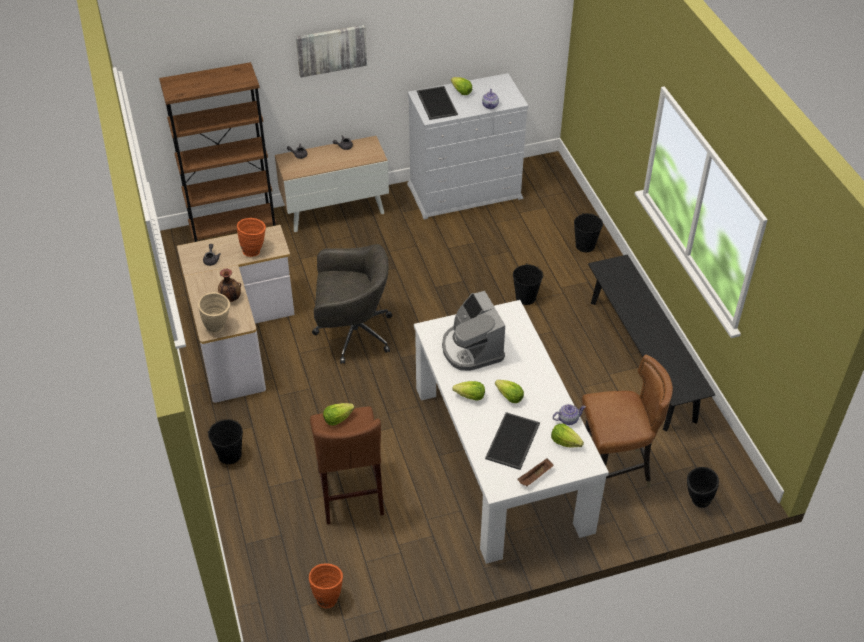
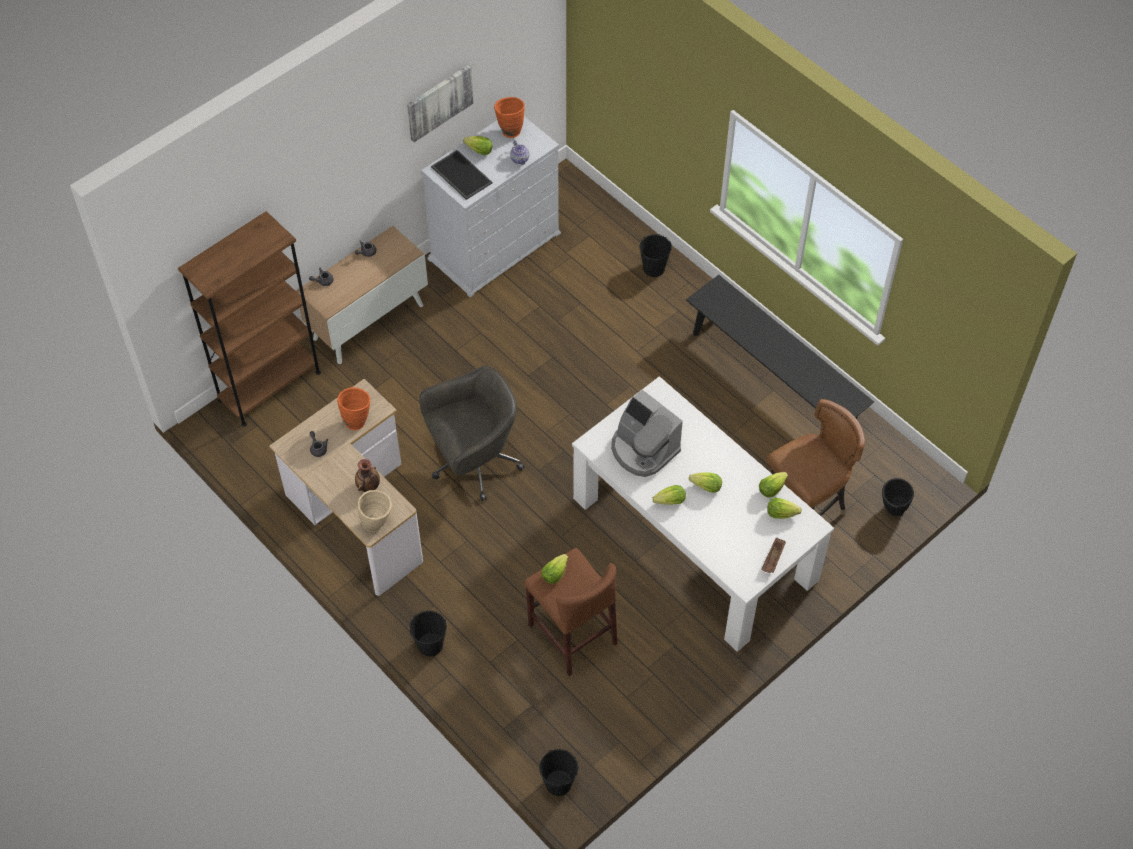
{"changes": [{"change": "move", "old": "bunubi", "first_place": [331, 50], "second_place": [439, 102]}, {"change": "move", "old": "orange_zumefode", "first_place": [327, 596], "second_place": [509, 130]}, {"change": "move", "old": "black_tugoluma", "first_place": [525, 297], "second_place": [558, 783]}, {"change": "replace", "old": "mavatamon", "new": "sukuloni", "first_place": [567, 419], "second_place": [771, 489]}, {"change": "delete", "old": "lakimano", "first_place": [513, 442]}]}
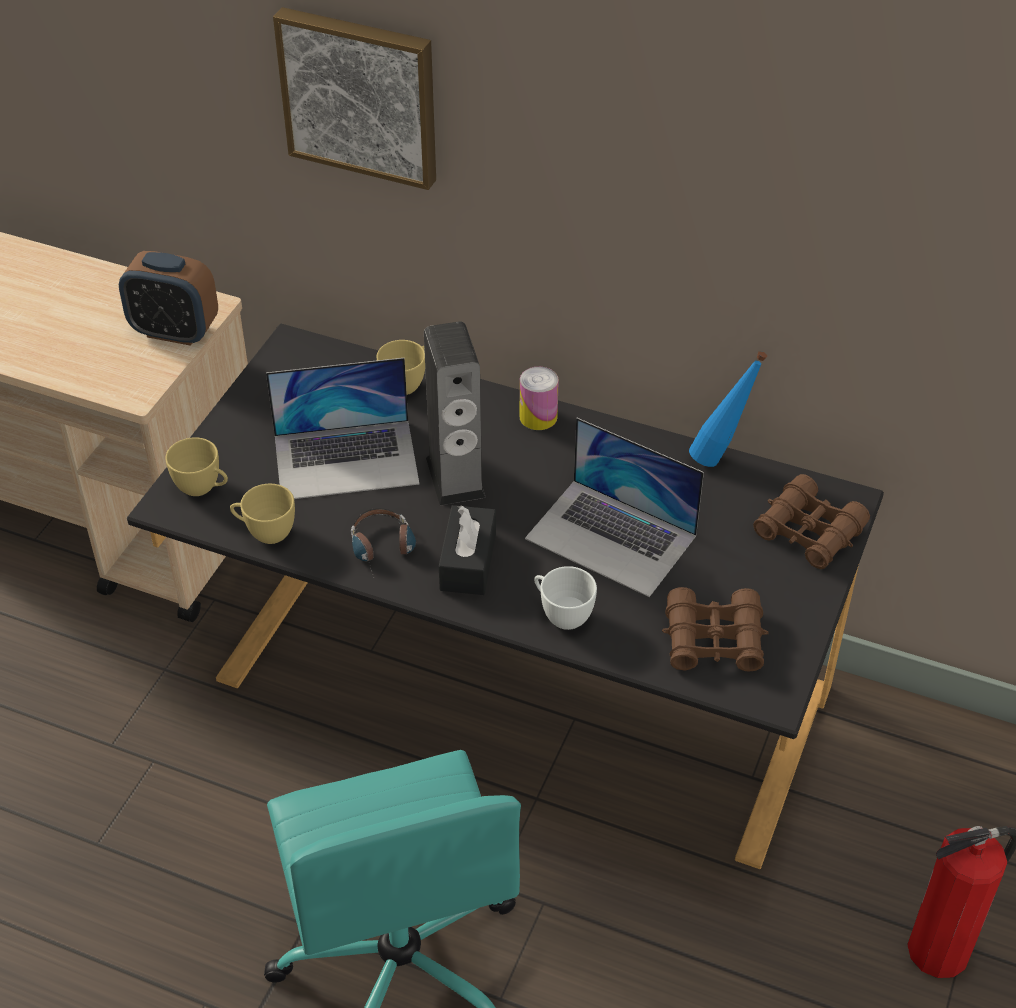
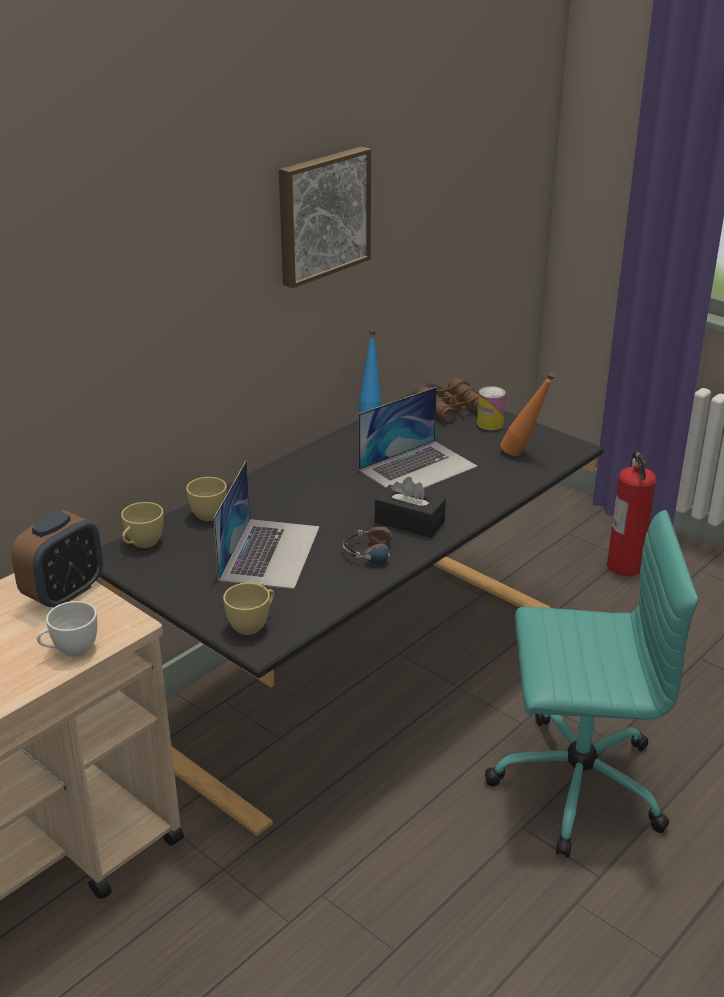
{"changes": [{"change": "move", "old": "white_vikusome", "first_place": [561, 614], "second_place": [70, 650]}, {"change": "move", "old": "yellow_vikusome", "first_place": [265, 532], "second_place": [142, 544]}, {"change": "move", "old": "bunubi", "first_place": [361, 95], "second_place": [322, 215]}, {"change": "move", "old": "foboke", "first_place": [538, 417], "second_place": [490, 424]}, {"change": "replace", "old": "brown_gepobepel", "new": "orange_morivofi", "first_place": [714, 640], "second_place": [523, 454]}, {"change": "delete", "old": "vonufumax", "first_place": [455, 477]}]}
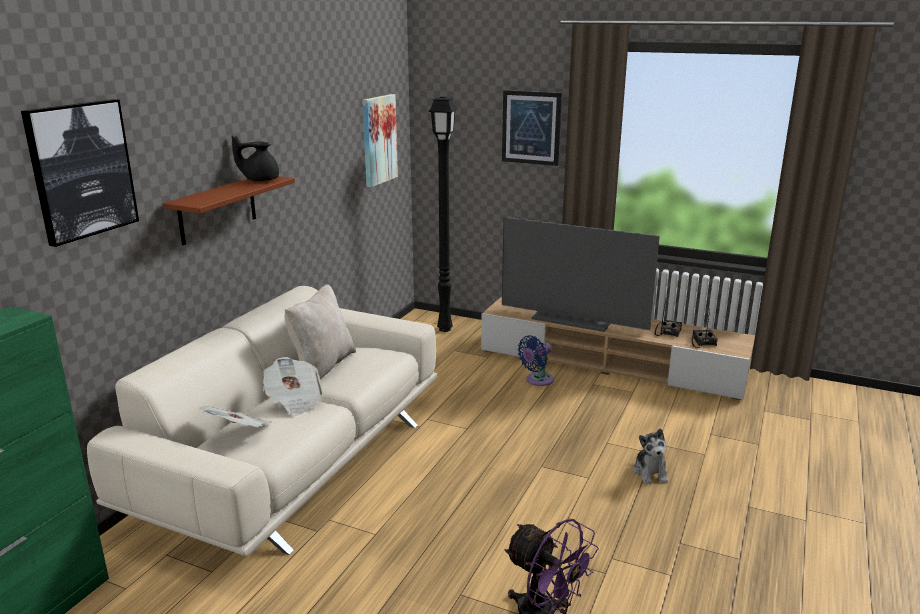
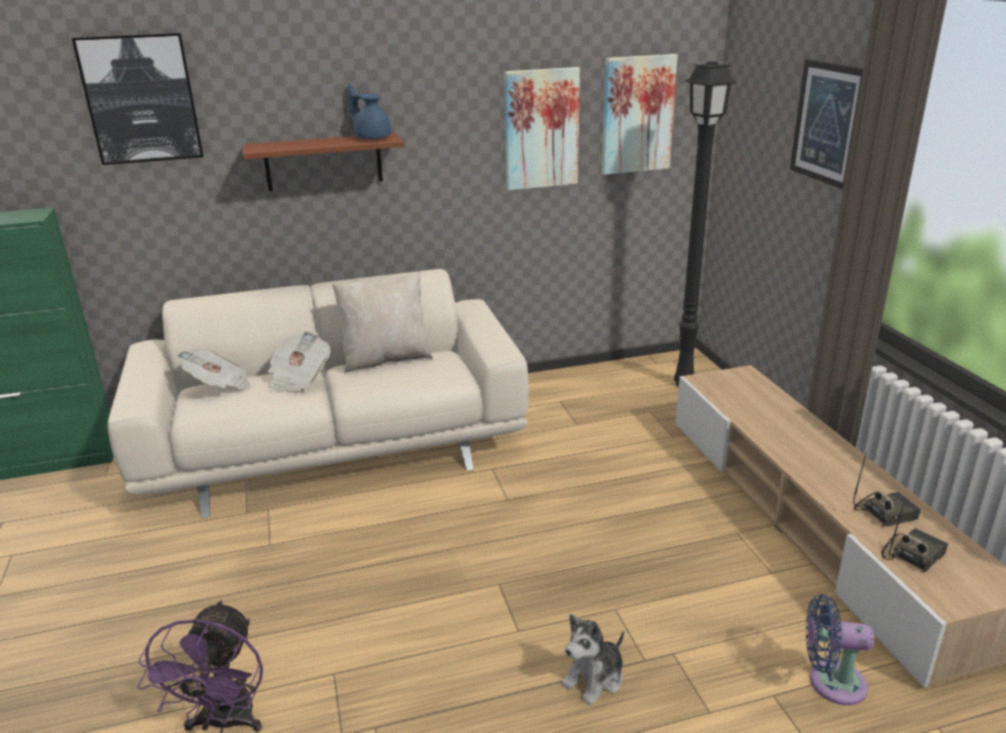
{"changes": [{"change": "recolor", "old": "black_mavatamon", "new": "blue_mavatamon", "first_place": [260, 180], "second_place": [371, 138]}, {"change": "insert", "new": "bunubi", "second_place": [541, 129]}, {"change": "move", "old": "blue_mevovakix", "first_place": [537, 380], "second_place": [831, 682]}, {"change": "delete", "old": "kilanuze", "first_place": [574, 319]}]}
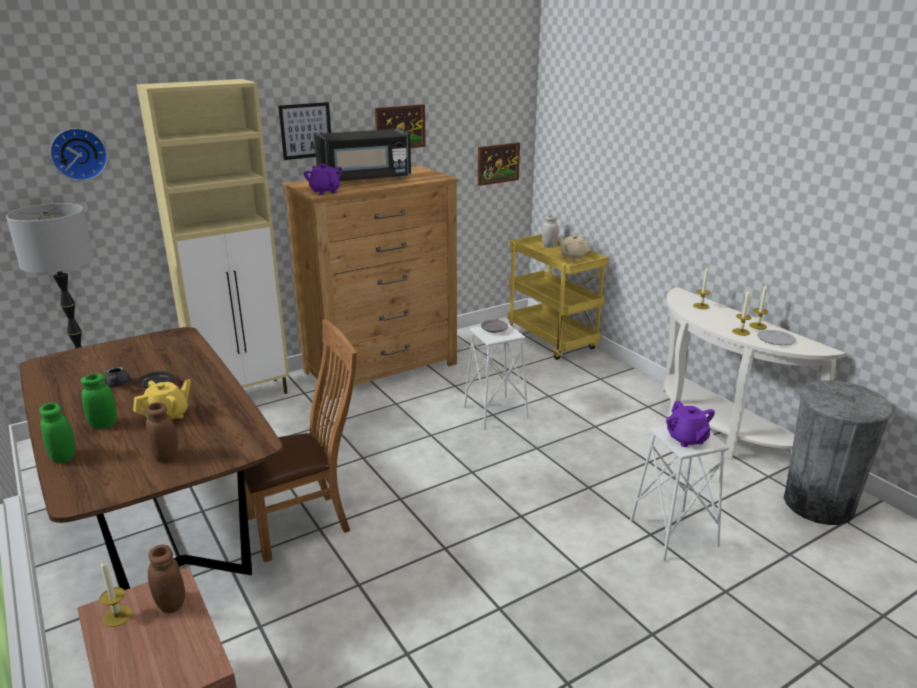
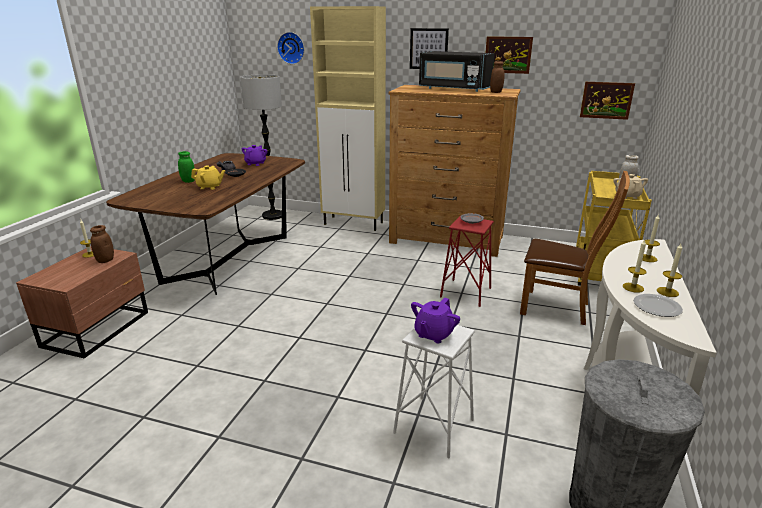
{"changes": [{"change": "move", "old": "purple_mavatamon", "first_place": [325, 191], "second_place": [256, 163]}, {"change": "recolor", "old": "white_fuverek", "new": "red_fuverek", "first_place": [495, 412], "second_place": [465, 292]}, {"change": "move", "old": "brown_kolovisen", "first_place": [166, 456], "second_place": [496, 92]}, {"change": "move", "old": "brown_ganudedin", "first_place": [304, 523], "second_place": [559, 308]}, {"change": "delete", "old": "green_kolovisen", "first_place": [63, 457]}]}
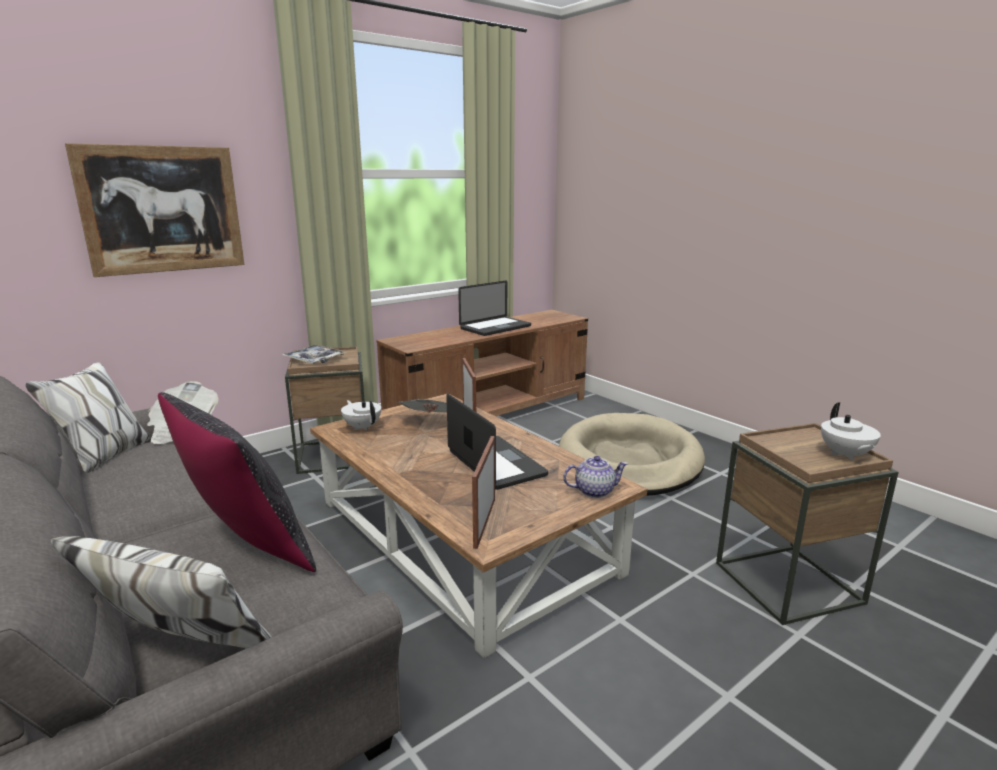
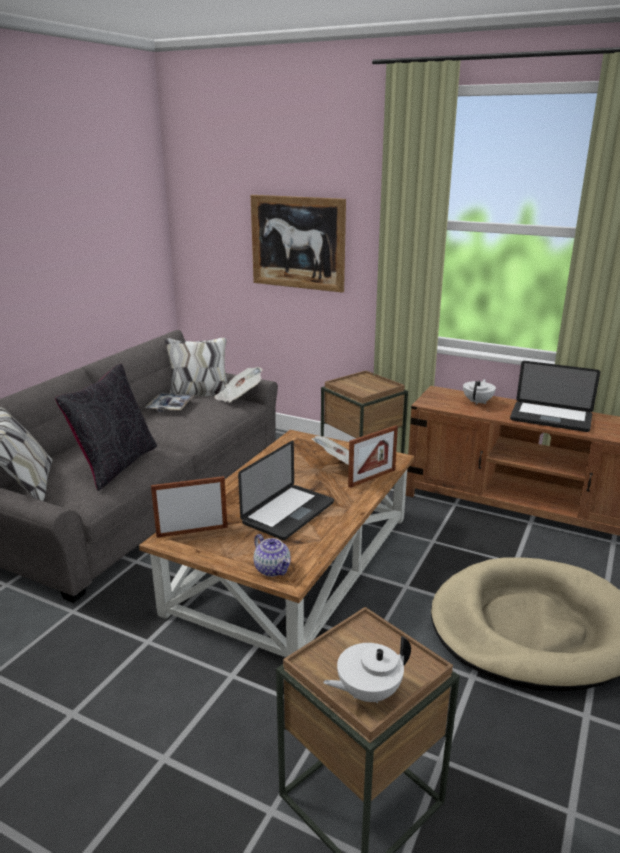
{"changes": [{"change": "move", "old": "lakimano", "first_place": [314, 360], "second_place": [170, 406]}, {"change": "move", "old": "white_mavatamon", "first_place": [362, 427], "second_place": [478, 402]}]}
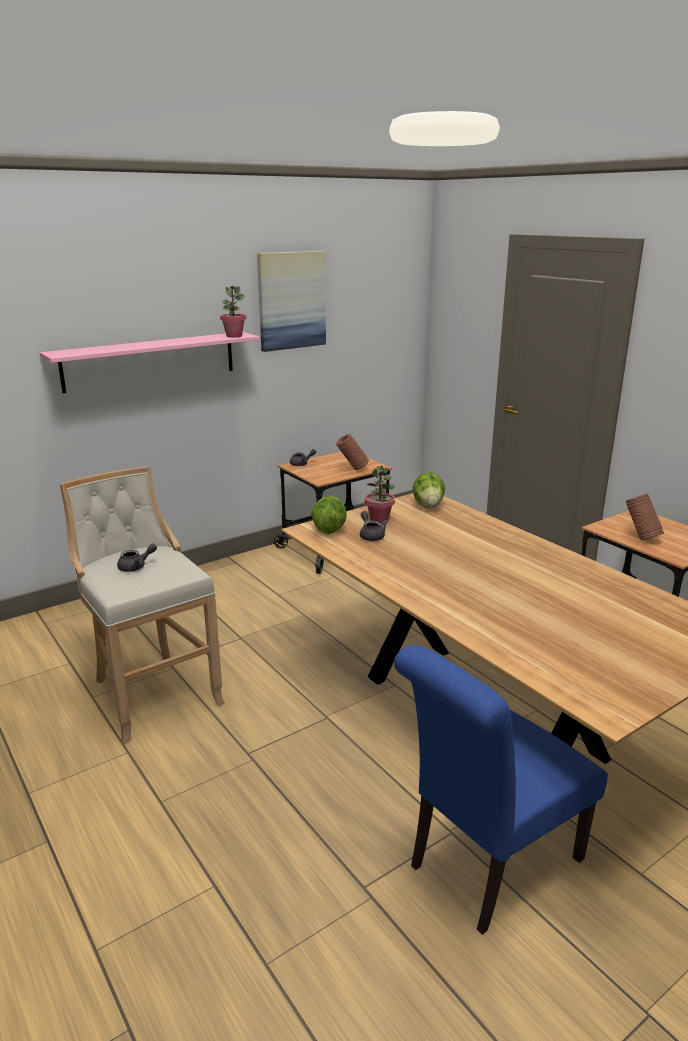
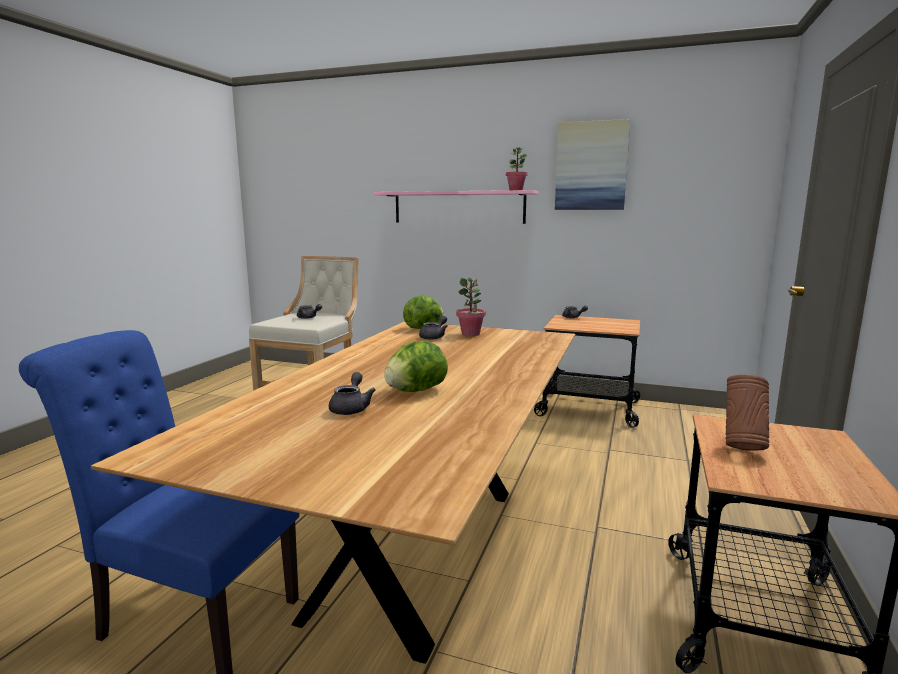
{"changes": [{"change": "insert", "new": "grey_mavatamon", "second_place": [351, 408]}, {"change": "move", "old": "sukuloni", "first_place": [428, 505], "second_place": [415, 391]}, {"change": "delete", "old": "brown_zumefode", "first_place": [352, 469]}]}
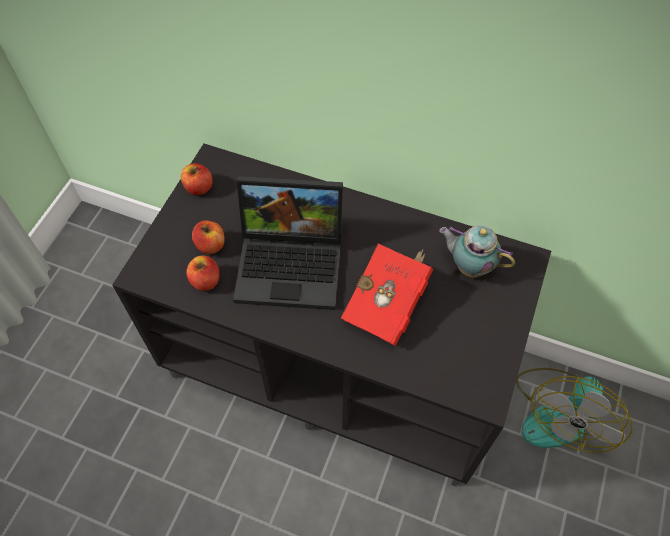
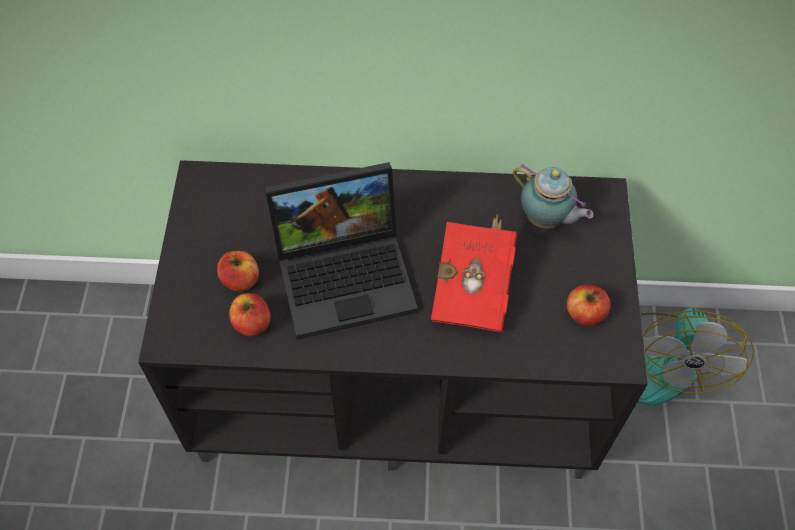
{"changes": [{"change": "rotate", "old": "mavatamon", "first_place": [469, 266], "second_place": [546, 220], "degrees": -150}, {"change": "move", "old": "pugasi", "first_place": [198, 187], "second_place": [584, 314]}]}
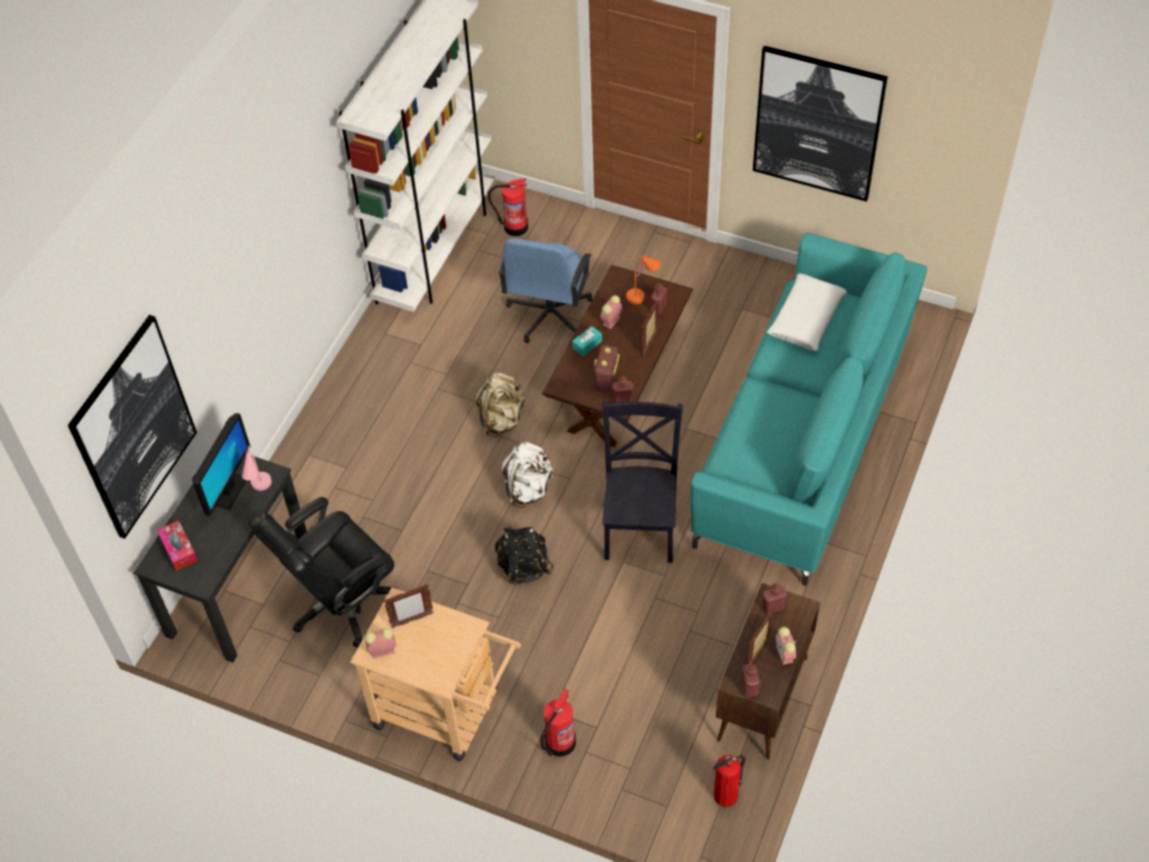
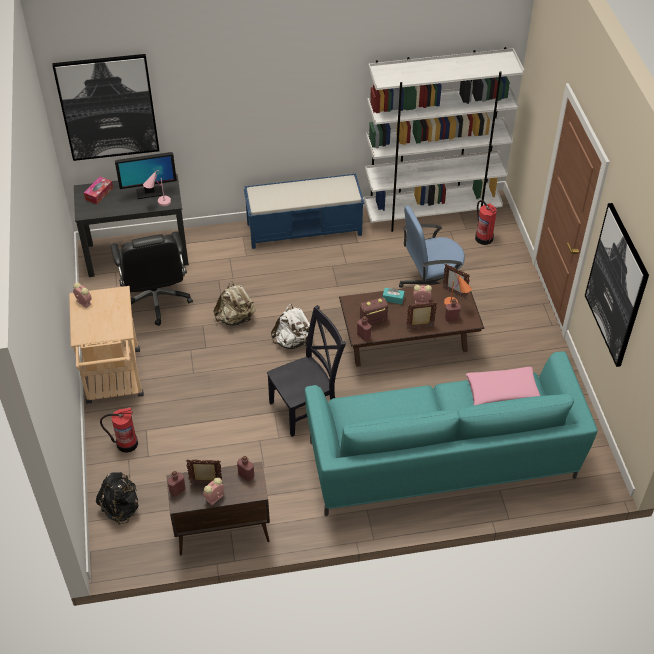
{"changes": [{"change": "move", "old": "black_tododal", "first_place": [523, 567], "second_place": [121, 508]}, {"change": "rotate", "old": "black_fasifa", "first_place": [341, 602], "second_place": [156, 300], "degrees": -120}, {"change": "move", "old": "beige_tododal", "first_place": [501, 419], "second_place": [235, 318]}, {"change": "insert", "new": "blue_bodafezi", "second_place": [305, 229]}, {"change": "move", "old": "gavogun", "first_place": [412, 620], "second_place": [454, 293]}, {"change": "recolor", "old": "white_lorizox", "new": "pink_lorizox", "first_place": [805, 318], "second_place": [502, 392]}, {"change": "delete", "old": "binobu", "first_place": [726, 795]}]}
